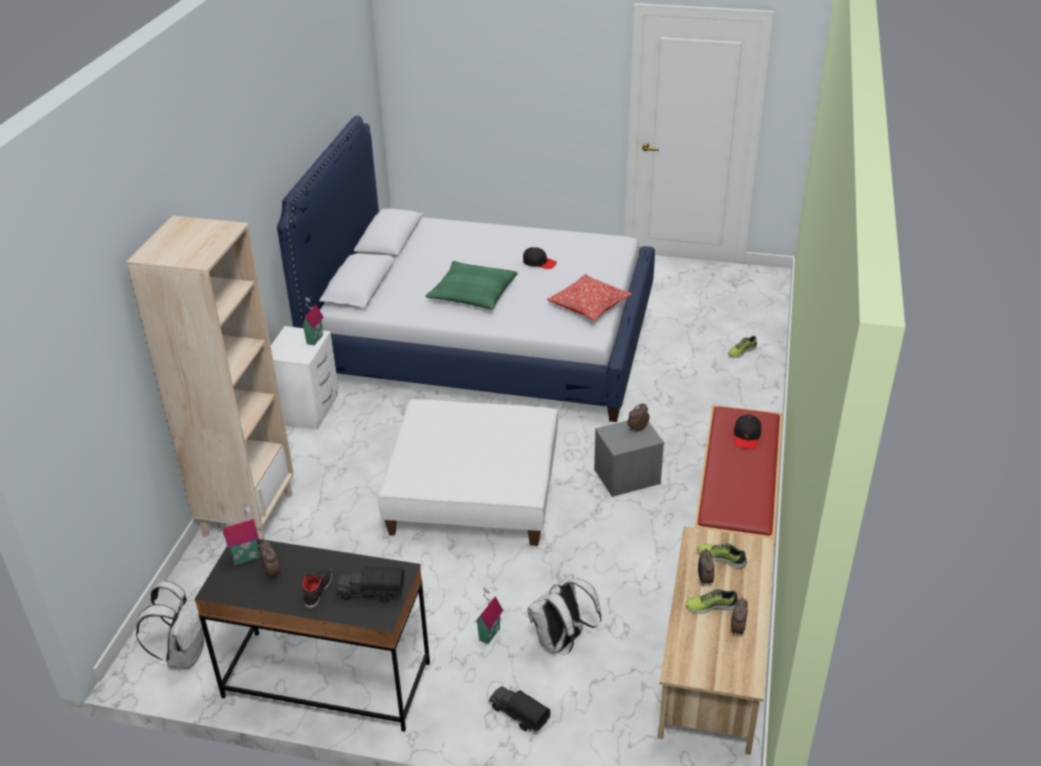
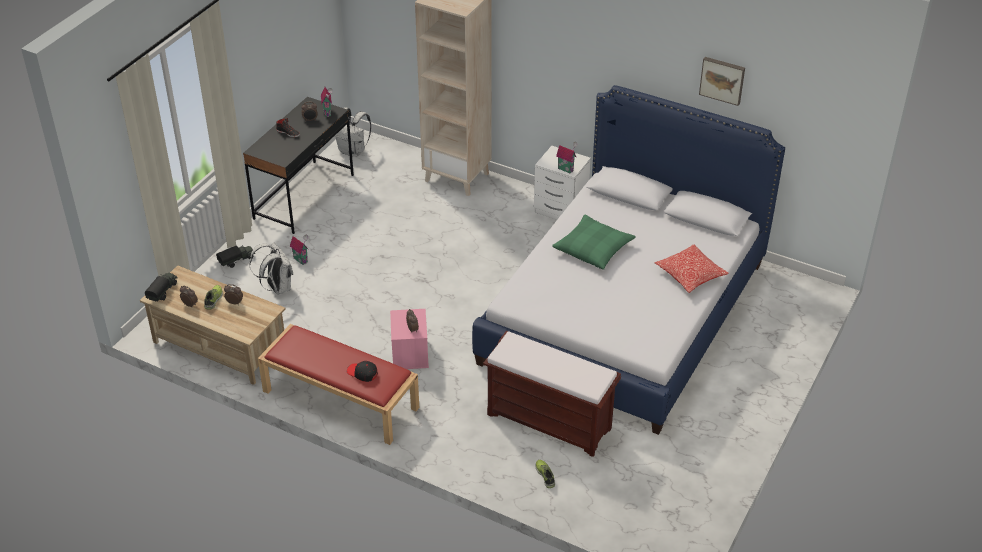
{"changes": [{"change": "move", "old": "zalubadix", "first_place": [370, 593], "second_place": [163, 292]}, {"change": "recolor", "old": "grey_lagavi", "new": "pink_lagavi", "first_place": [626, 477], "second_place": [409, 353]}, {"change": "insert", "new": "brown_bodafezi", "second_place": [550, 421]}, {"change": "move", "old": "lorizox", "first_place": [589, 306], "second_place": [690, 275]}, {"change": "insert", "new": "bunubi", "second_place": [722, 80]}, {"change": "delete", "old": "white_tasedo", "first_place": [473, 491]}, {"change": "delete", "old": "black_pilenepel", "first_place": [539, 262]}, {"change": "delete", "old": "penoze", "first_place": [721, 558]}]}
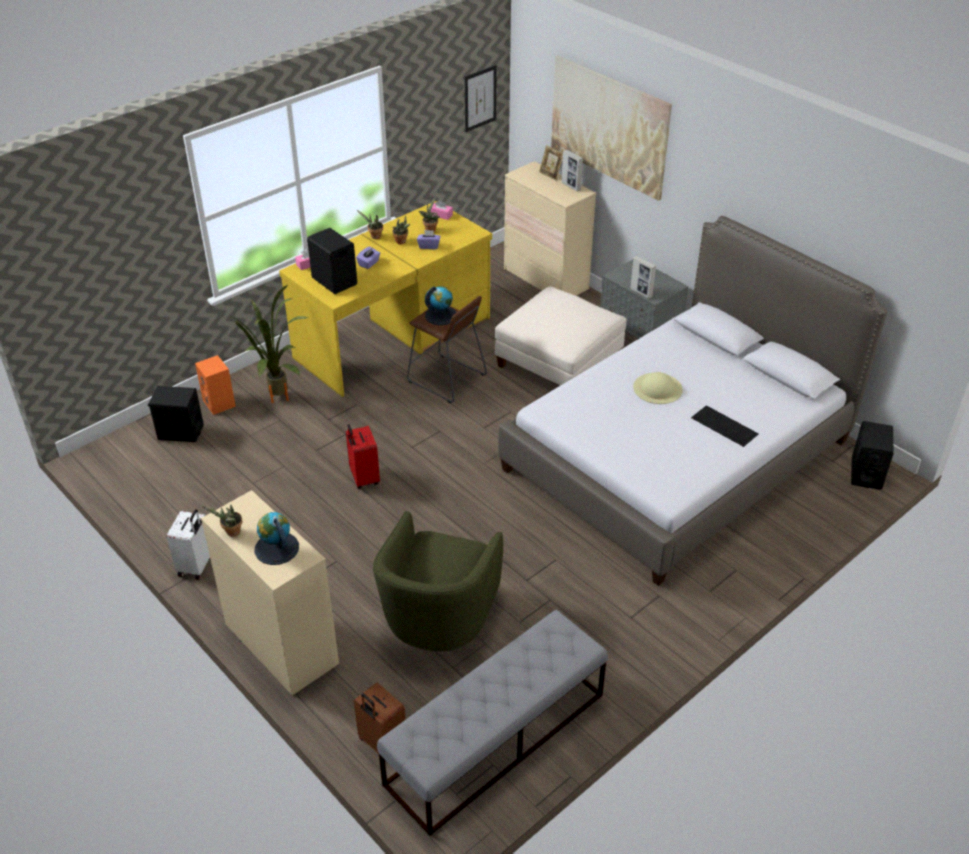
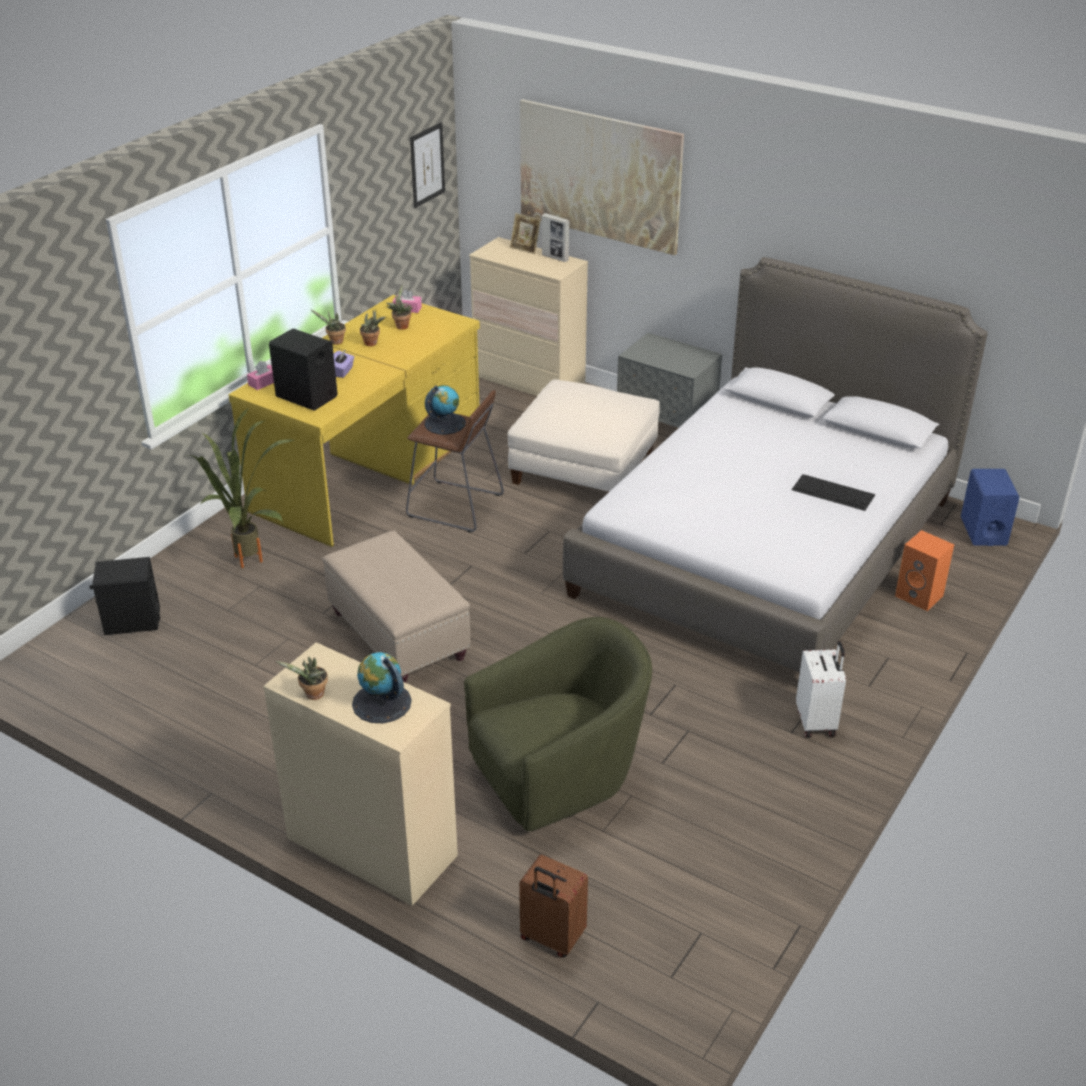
{"changes": [{"change": "replace", "old": "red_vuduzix", "new": "beige_tasedo", "first_place": [363, 478], "second_place": [398, 635]}, {"change": "rotate", "old": "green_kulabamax", "first_place": [437, 617], "second_place": [559, 776], "degrees": -120}, {"change": "move", "old": "white_vuduzix", "first_place": [196, 566], "second_place": [817, 722]}, {"change": "move", "old": "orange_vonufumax", "first_place": [220, 403], "second_place": [920, 596]}, {"change": "recolor", "old": "black_vonufumax", "new": "blue_vonufumax", "first_place": [866, 473], "second_place": [983, 531]}, {"change": "delete", "old": "grey_bodafezi", "first_place": [495, 739]}, {"change": "delete", "old": "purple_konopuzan", "first_place": [429, 246]}, {"change": "delete", "old": "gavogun", "first_place": [641, 293]}, {"change": "delete", "old": "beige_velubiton", "first_place": [657, 388]}]}
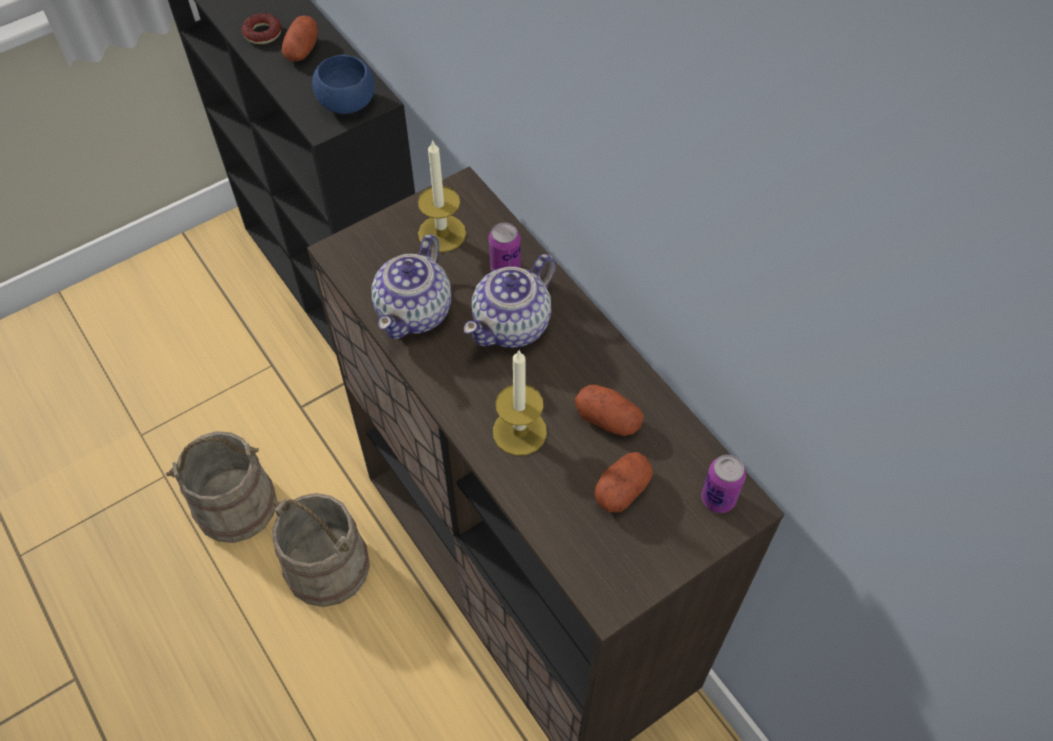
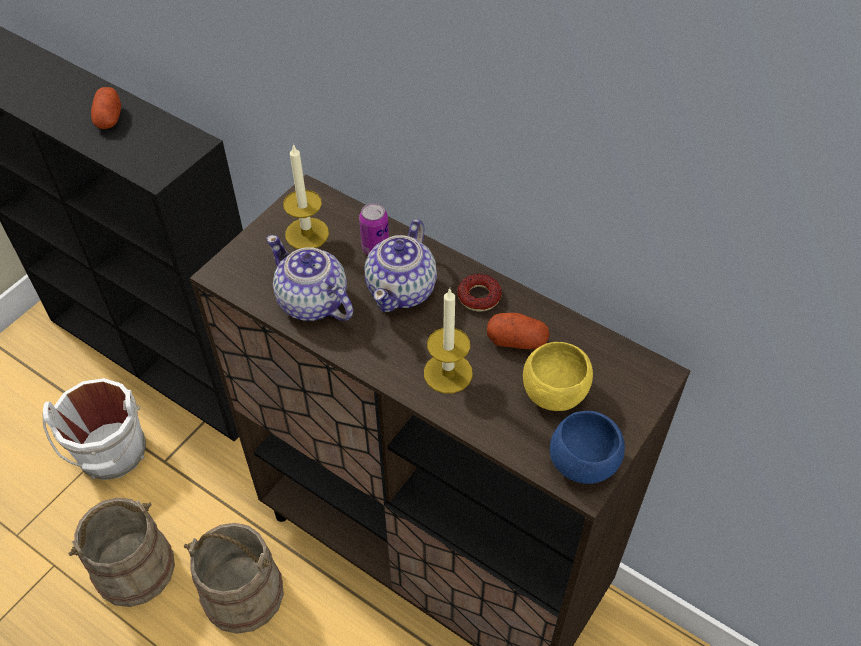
{"changes": [{"change": "insert", "new": "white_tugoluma", "second_place": [113, 454]}, {"change": "rotate", "old": "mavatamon", "first_place": [415, 311], "second_place": [312, 303], "degrees": 135}, {"change": "move", "old": "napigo", "first_place": [262, 33], "second_place": [479, 296]}, {"change": "replace", "old": "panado", "new": "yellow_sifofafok", "first_place": [622, 489], "second_place": [554, 392]}, {"change": "move", "old": "blue_sifofafok", "first_place": [347, 104], "second_place": [583, 463]}, {"change": "delete", "old": "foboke", "first_place": [718, 498]}]}
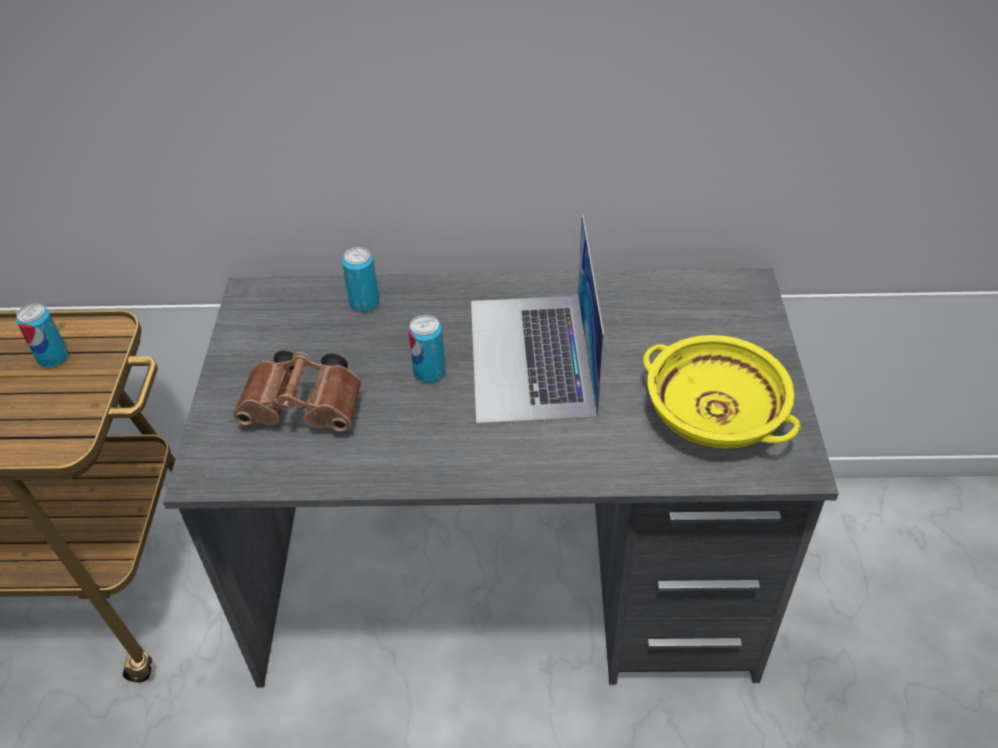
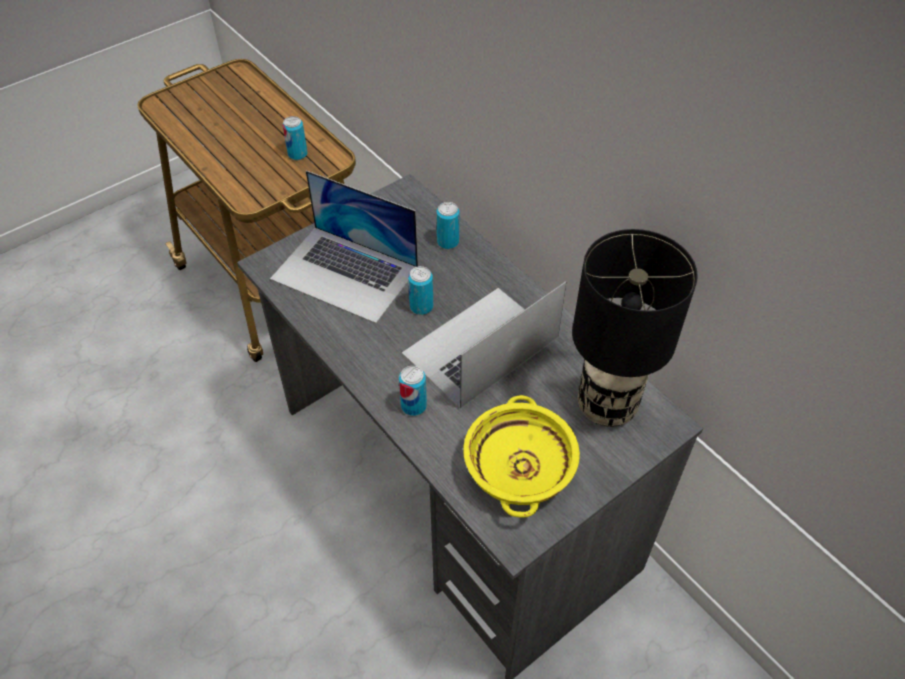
{"changes": [{"change": "replace", "old": "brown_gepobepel", "new": "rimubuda", "first_place": [307, 409], "second_place": [345, 273]}, {"change": "insert", "new": "foboke", "second_place": [413, 406]}, {"change": "insert", "new": "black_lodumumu", "second_place": [607, 407]}]}
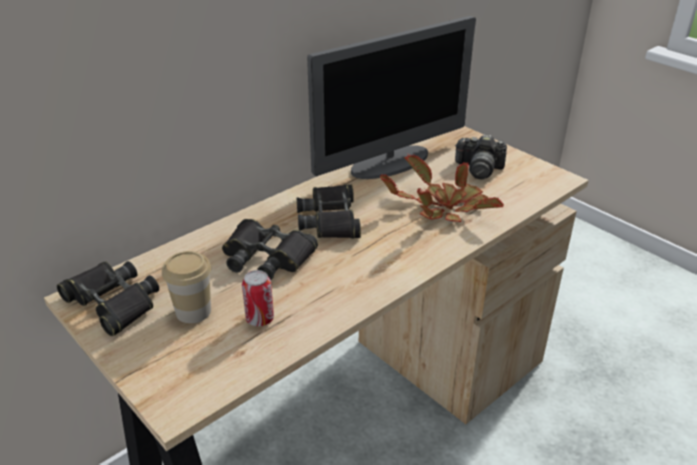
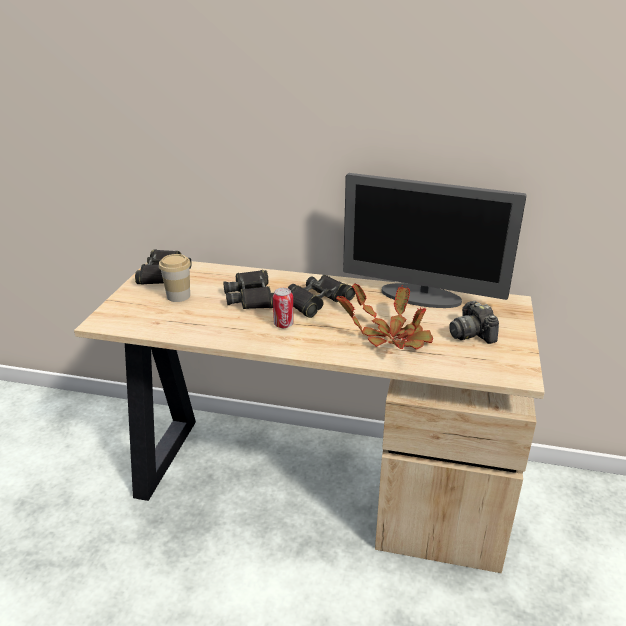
{"changes": [{"change": "move", "old": "foboke", "first_place": [260, 319], "second_place": [283, 324]}]}
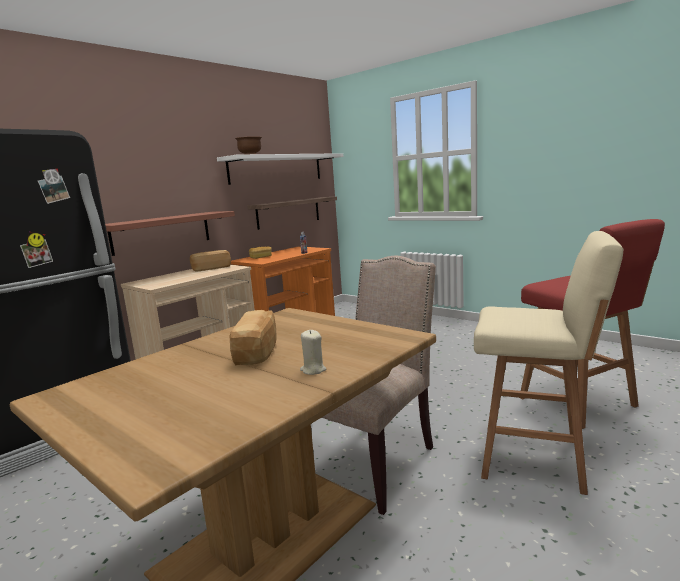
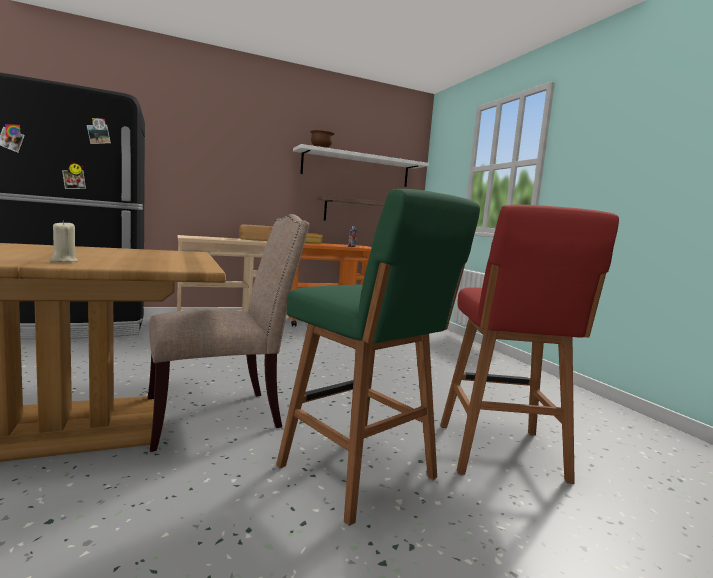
{"changes": [{"change": "recolor", "old": "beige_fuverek", "new": "green_fuverek", "first_place": [536, 457], "second_place": [360, 474]}, {"change": "delete", "old": "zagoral", "first_place": [161, 232]}, {"change": "delete", "old": "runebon", "first_place": [258, 352]}]}
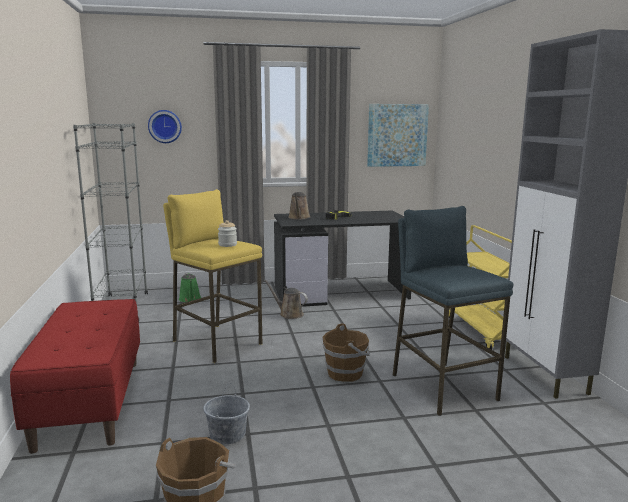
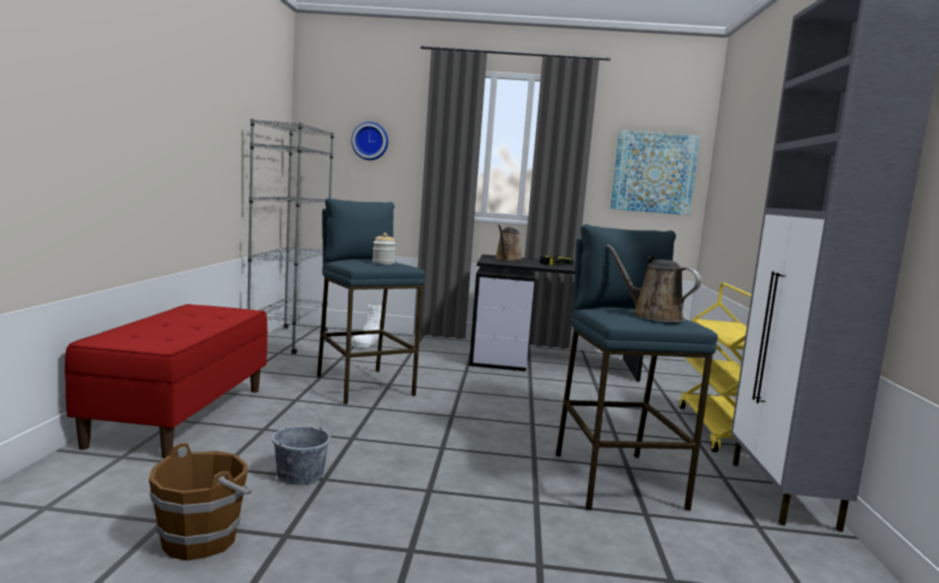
{"changes": [{"change": "recolor", "old": "yellow_fuverek", "new": "blue_fuverek", "first_place": [216, 342], "second_place": [364, 385]}, {"change": "replace", "old": "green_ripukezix", "new": "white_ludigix", "first_place": [190, 299], "second_place": [368, 343]}, {"change": "move", "old": "brown_ripukezix", "first_place": [289, 314], "second_place": [652, 316]}, {"change": "delete", "old": "brown_tugoluma", "first_place": [346, 373]}]}
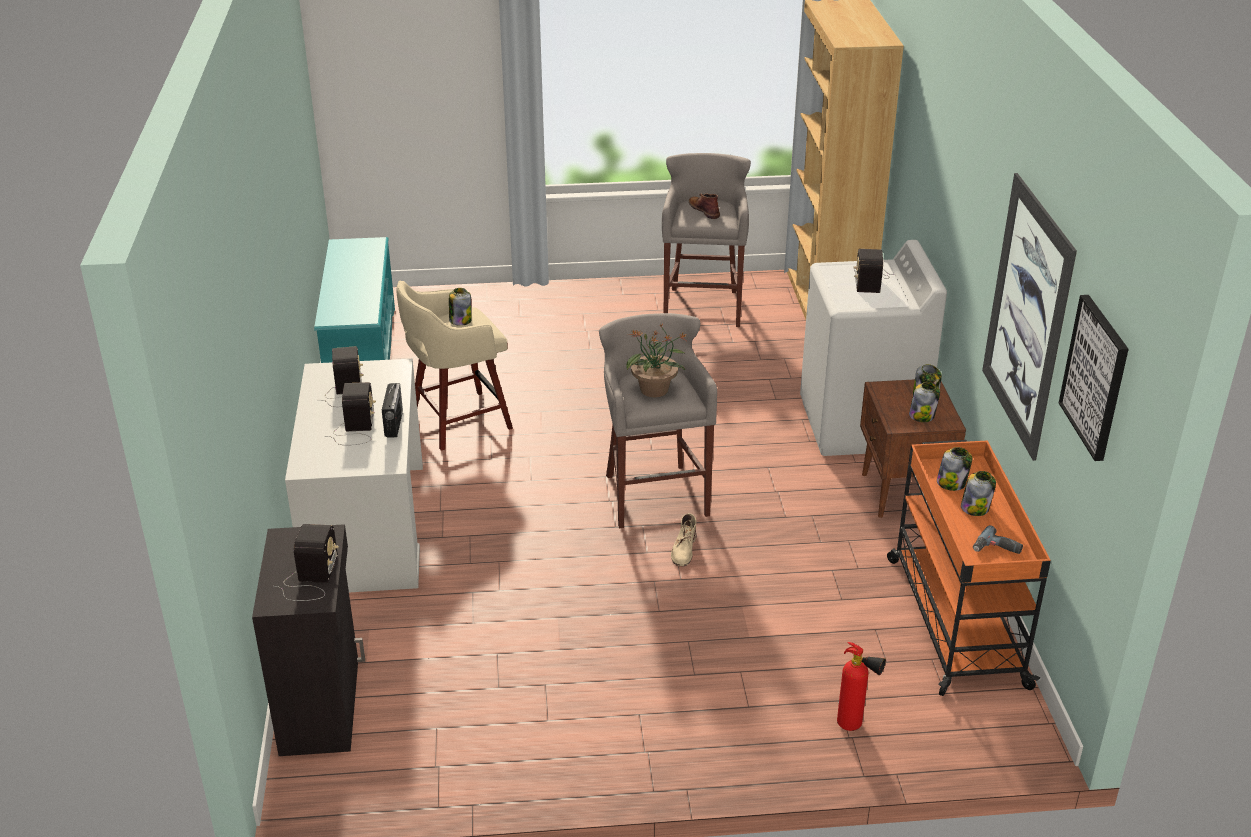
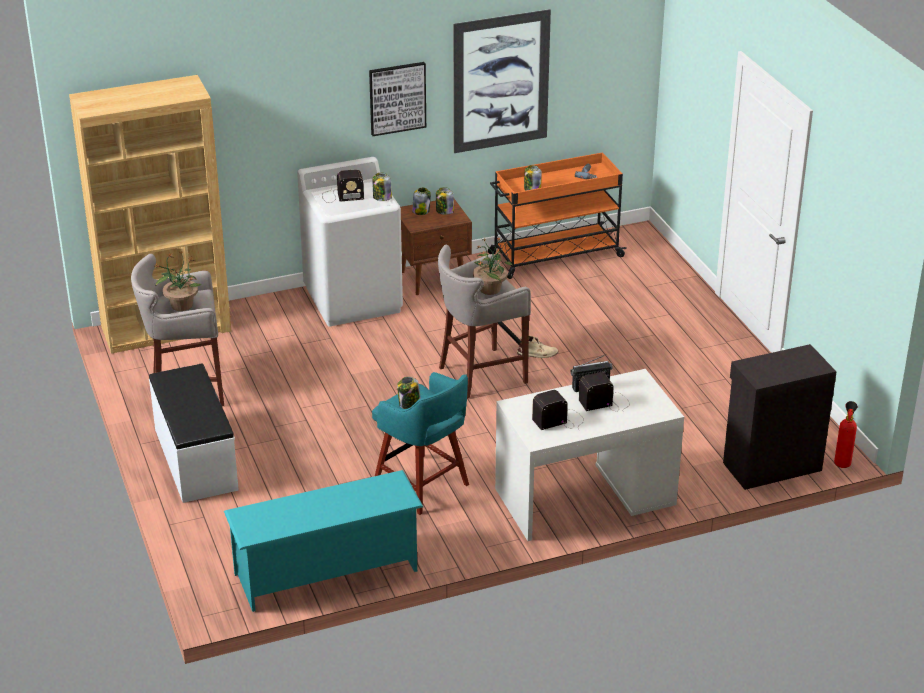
{"changes": [{"change": "insert", "new": "white_bodafezi", "second_place": [194, 459]}, {"change": "replace", "old": "brown_ludigix", "new": "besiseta", "first_place": [704, 210], "second_place": [181, 305]}, {"change": "move", "old": "bunubi", "first_place": [1096, 377], "second_place": [397, 98]}, {"change": "move", "old": "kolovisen", "first_place": [975, 508], "second_place": [382, 197]}, {"change": "recolor", "old": "beige_fuverek", "new": "turquoise_fuverek", "first_place": [457, 421], "second_place": [423, 486]}, {"change": "move", "old": "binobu", "first_place": [854, 726], "second_place": [842, 462]}, {"change": "delete", "old": "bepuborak", "first_place": [310, 579]}]}
